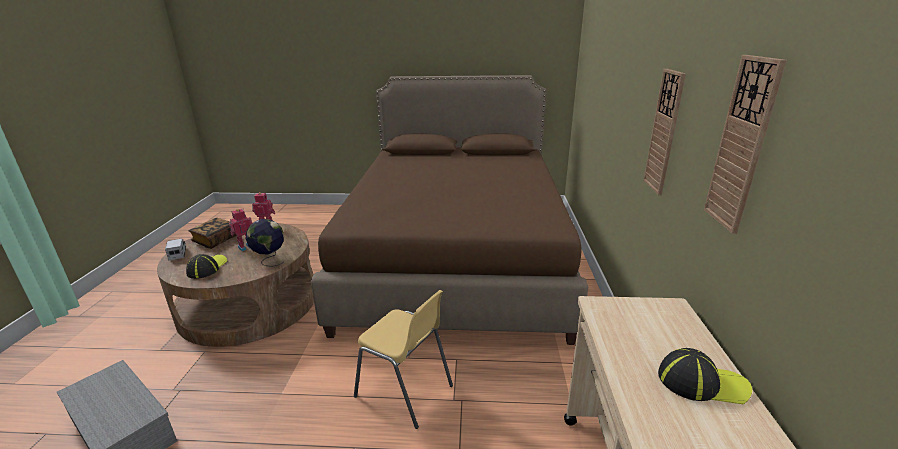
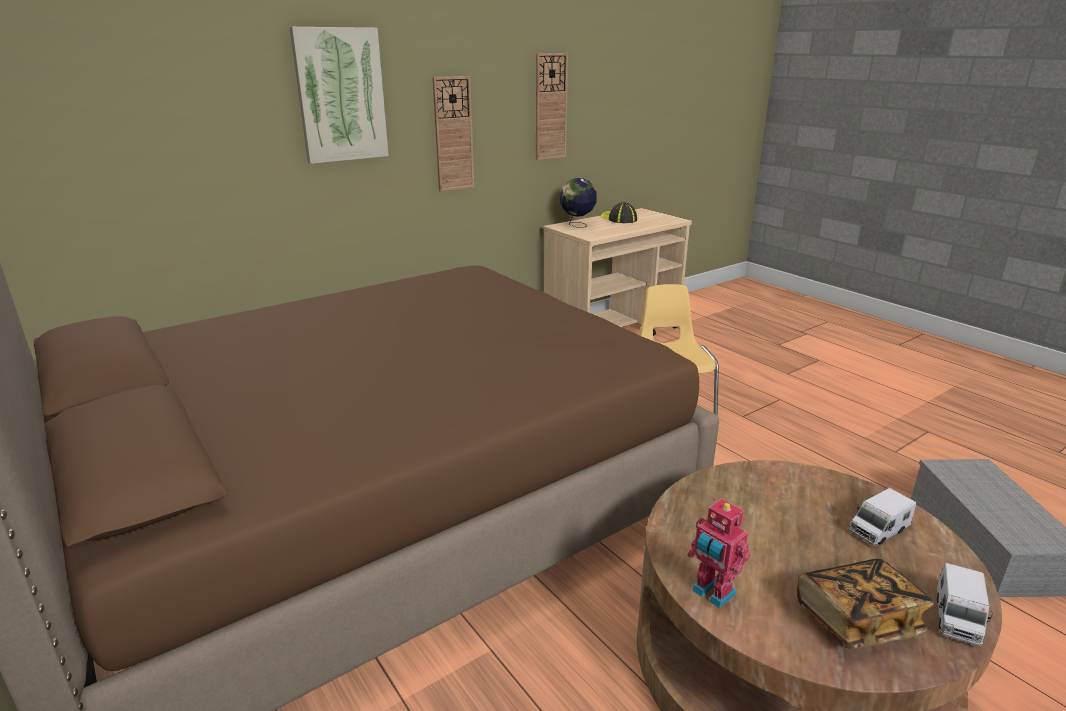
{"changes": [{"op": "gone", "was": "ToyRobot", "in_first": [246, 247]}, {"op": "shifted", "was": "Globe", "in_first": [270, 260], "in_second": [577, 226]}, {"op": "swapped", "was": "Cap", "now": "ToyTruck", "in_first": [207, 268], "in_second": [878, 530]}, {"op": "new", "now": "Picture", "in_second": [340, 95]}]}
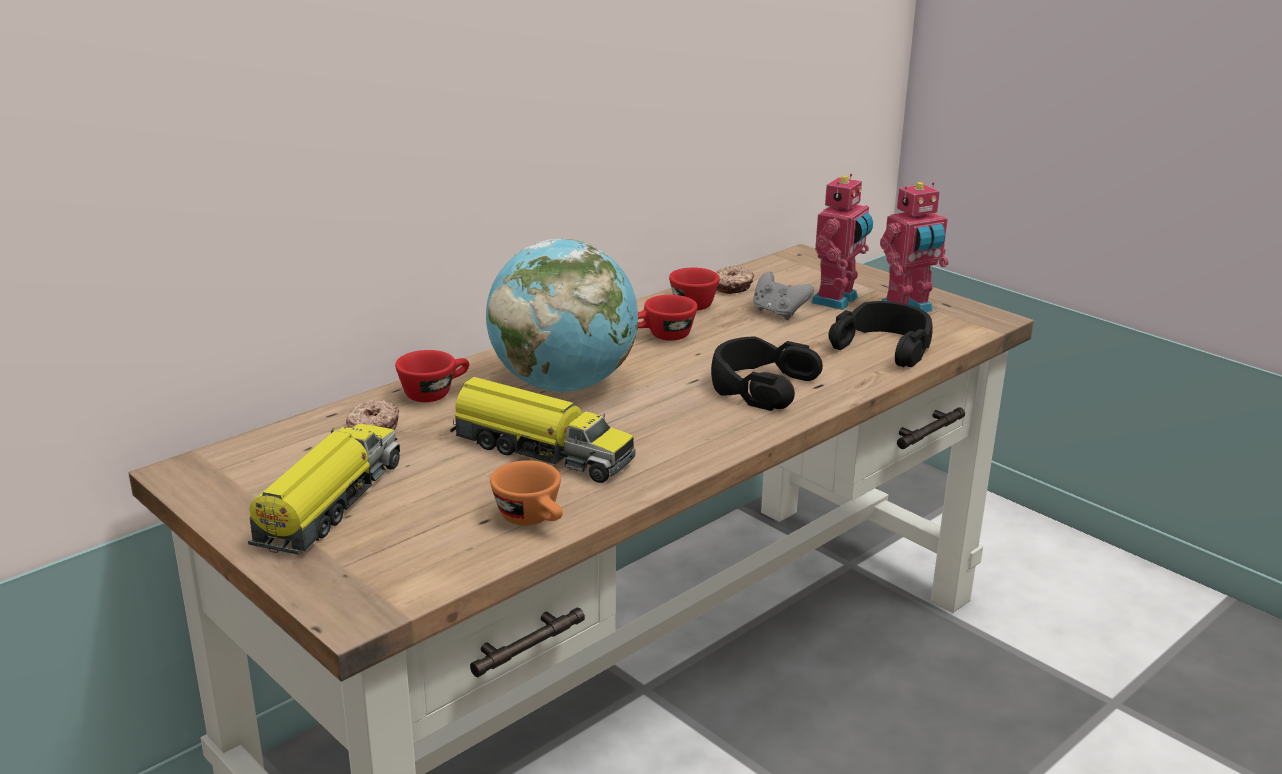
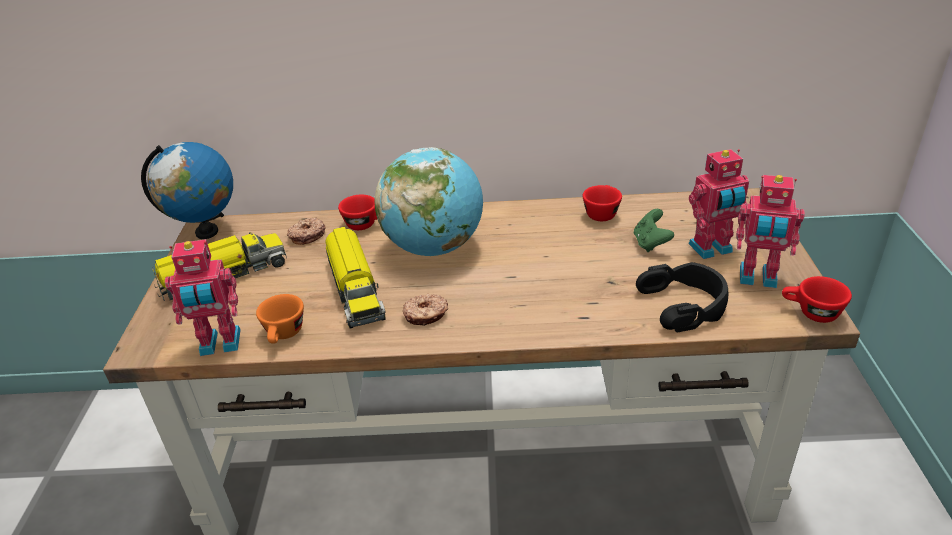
{"changes": [{"op": "shifted", "was": "Donut", "in_first": [733, 287], "in_second": [426, 315]}, {"op": "repainted", "was": "GreyGameController", "now": "GreenGameController", "in_first": [778, 313], "in_second": [650, 243]}, {"op": "shifted", "was": "RedCup", "in_first": [663, 336], "in_second": [811, 313]}, {"op": "gone", "was": "BlackHeadphones", "in_first": [760, 386]}, {"op": "new", "now": "Globe", "in_second": [206, 232]}, {"op": "new", "now": "ToyRobot", "in_second": [220, 344]}]}
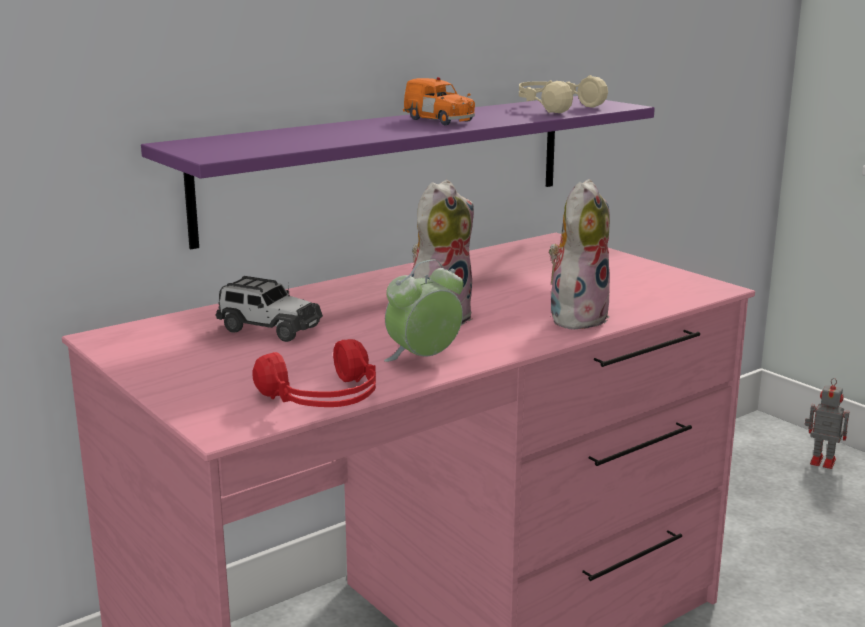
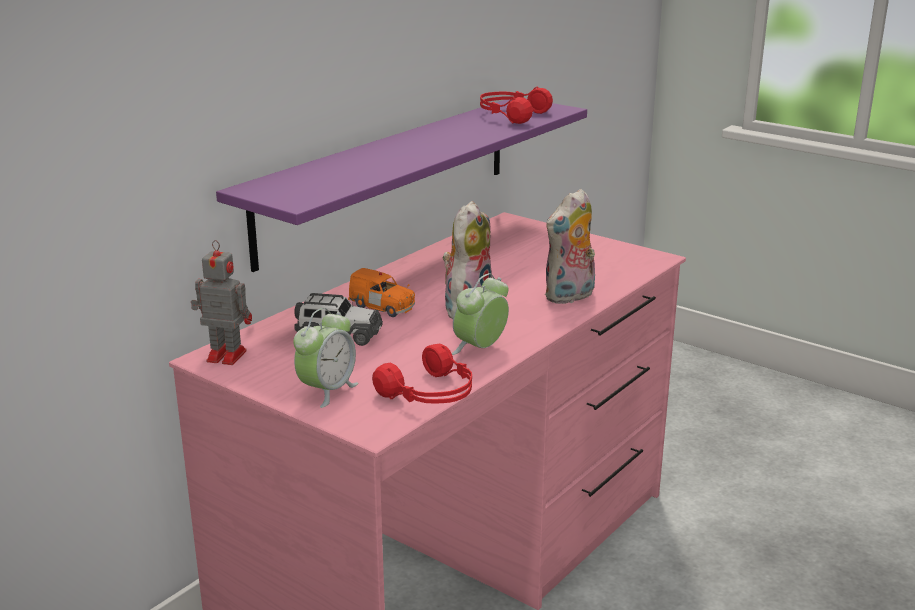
{"changes": [{"op": "repainted", "was": "BeigeHeadphones", "now": "RedHeadphones", "in_first": [555, 107], "in_second": [511, 115]}, {"op": "shifted", "was": "OrangeToyCar", "in_first": [439, 121], "in_second": [382, 307]}, {"op": "rotated", "was": "PlushToy", "in_first": [576, 317], "in_second": [570, 297], "clockwise": -150}, {"op": "shifted", "was": "ToyRobot", "in_first": [821, 461], "in_second": [224, 355]}, {"op": "new", "now": "AlarmClock", "in_second": [327, 391]}]}
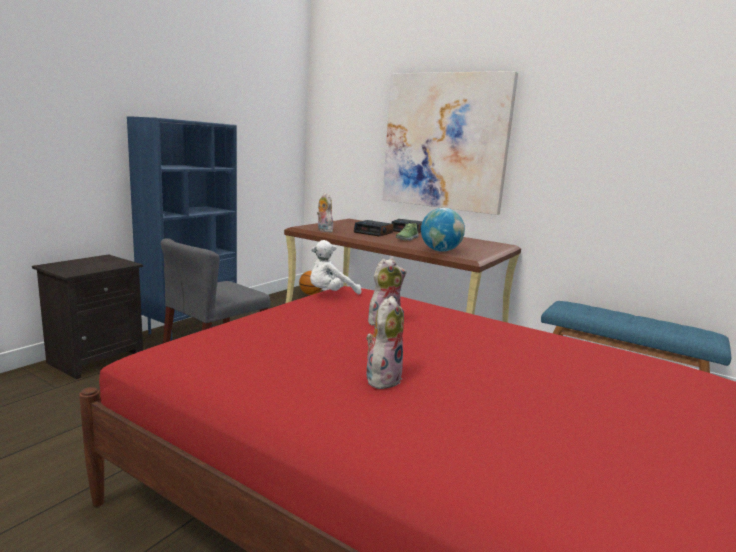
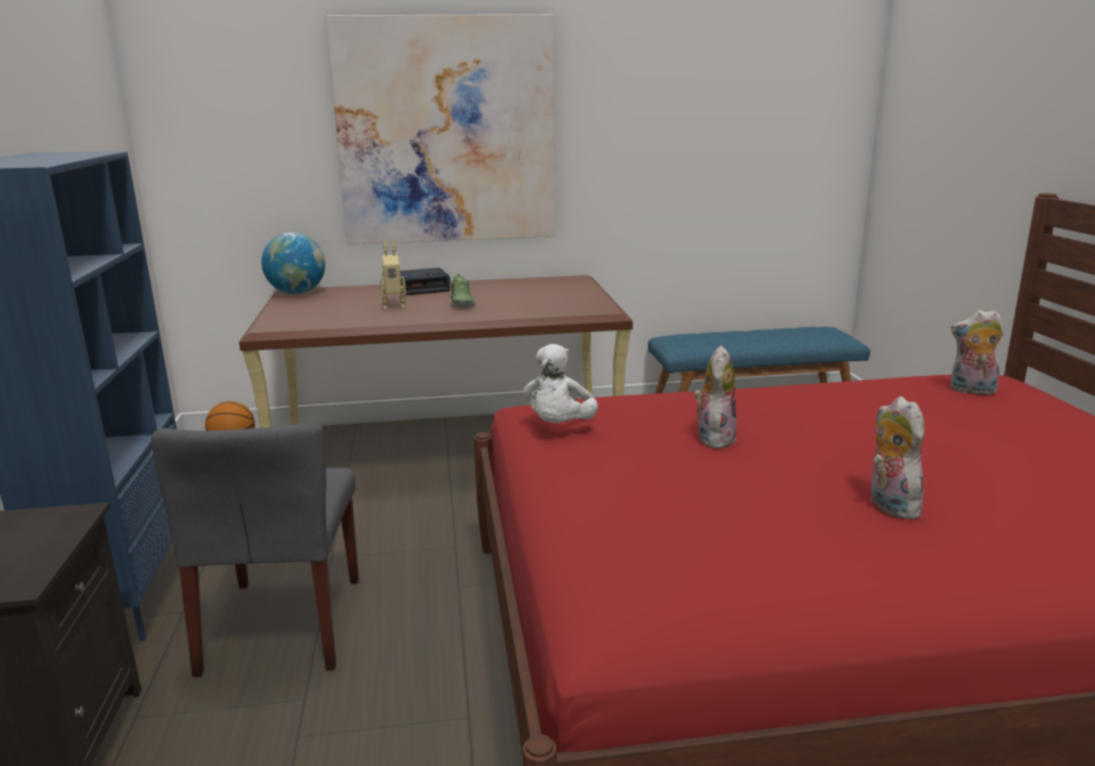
{"changes": [{"op": "shifted", "was": "PlushToy", "in_first": [323, 230], "in_second": [971, 391]}, {"op": "shifted", "was": "Globe", "in_first": [440, 251], "in_second": [297, 293]}, {"op": "swapped", "was": "AlarmClock", "now": "ToyRobot", "in_first": [374, 232], "in_second": [394, 306]}]}
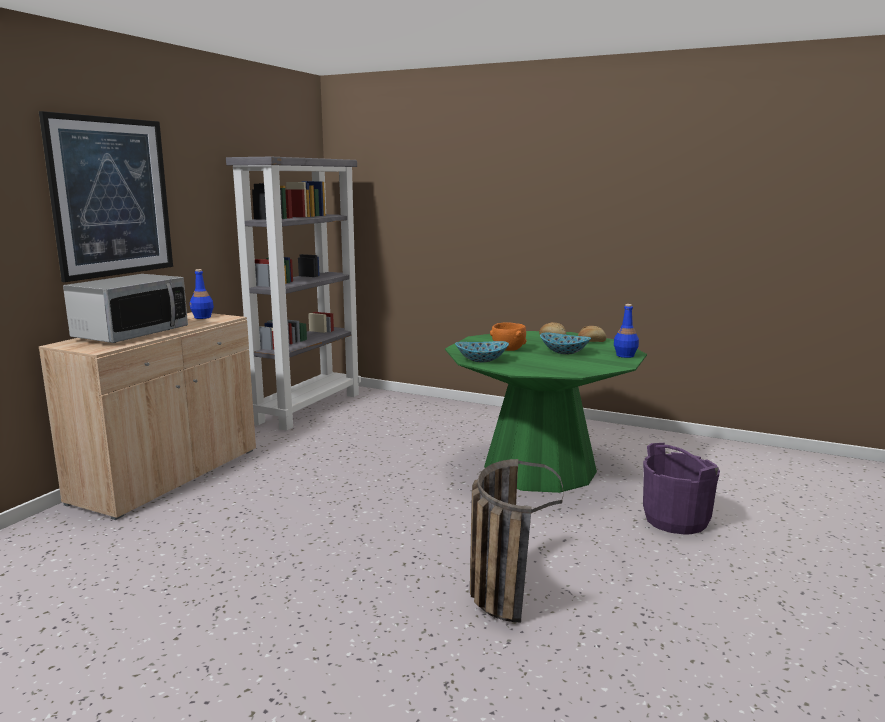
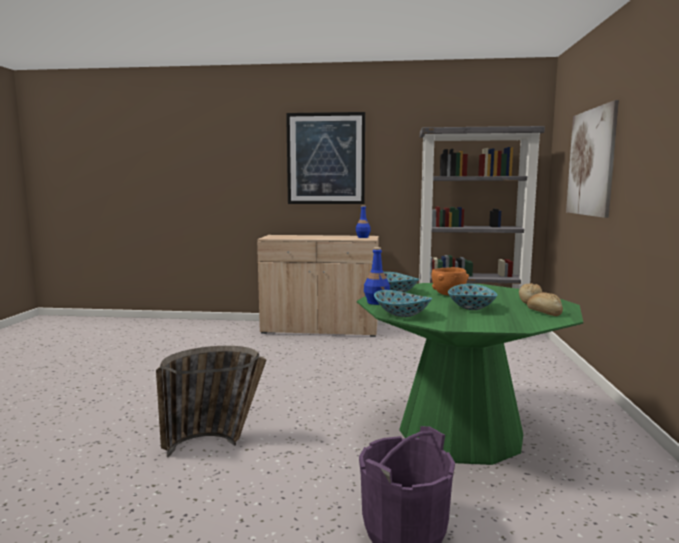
{"changes": [{"op": "gone", "was": "Microwave", "in_first": [131, 334]}, {"op": "shifted", "was": "BlueBottle", "in_first": [625, 355], "in_second": [376, 302]}, {"op": "new", "now": "Picture", "in_second": [591, 162]}, {"op": "new", "now": "Bowl", "in_second": [402, 314]}]}
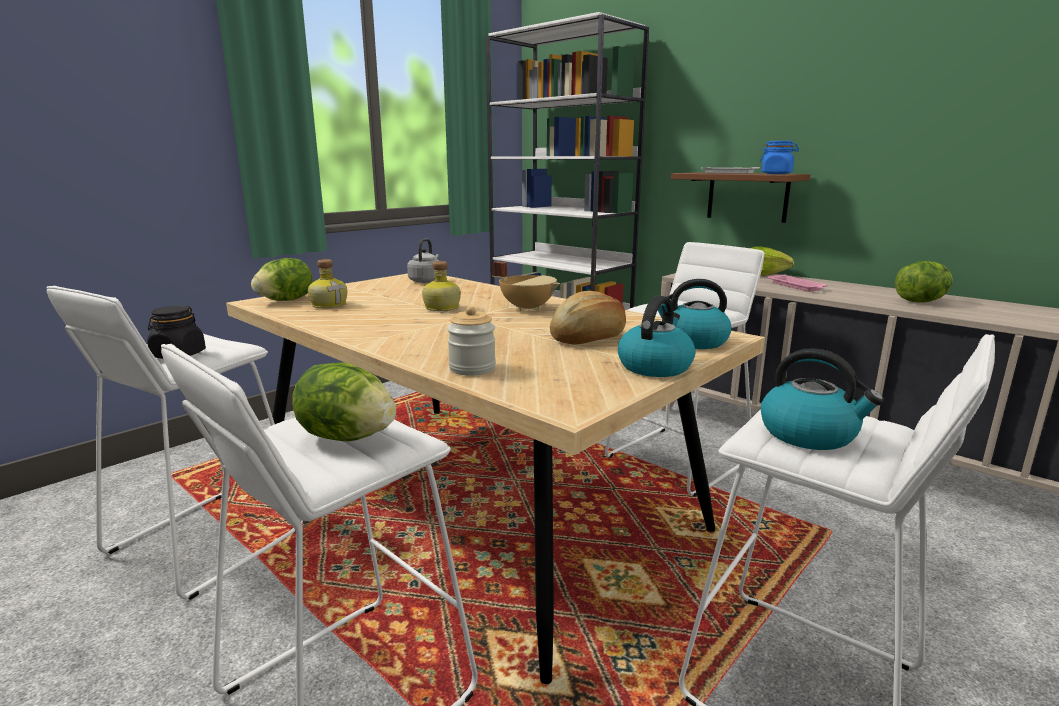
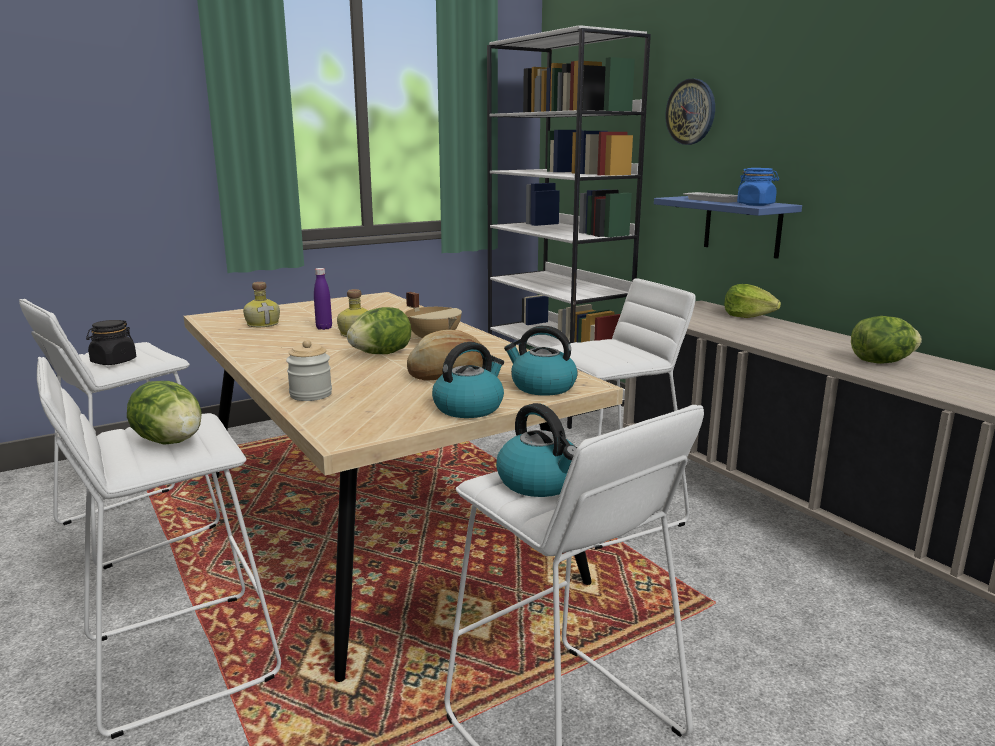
{"changes": [{"op": "repainted", "was": "BrownShelf", "now": "BlueShelf", "in_first": [747, 196], "in_second": [742, 226]}, {"op": "gone", "was": "GreyKettle", "in_first": [426, 281]}, {"op": "shifted", "was": "Lettuce", "in_first": [285, 300], "in_second": [381, 354]}, {"op": "gone", "was": "PinkTray", "in_first": [797, 286]}, {"op": "new", "now": "WallClock", "in_second": [691, 112]}, {"op": "new", "now": "PurpleBottle", "in_second": [324, 328]}]}
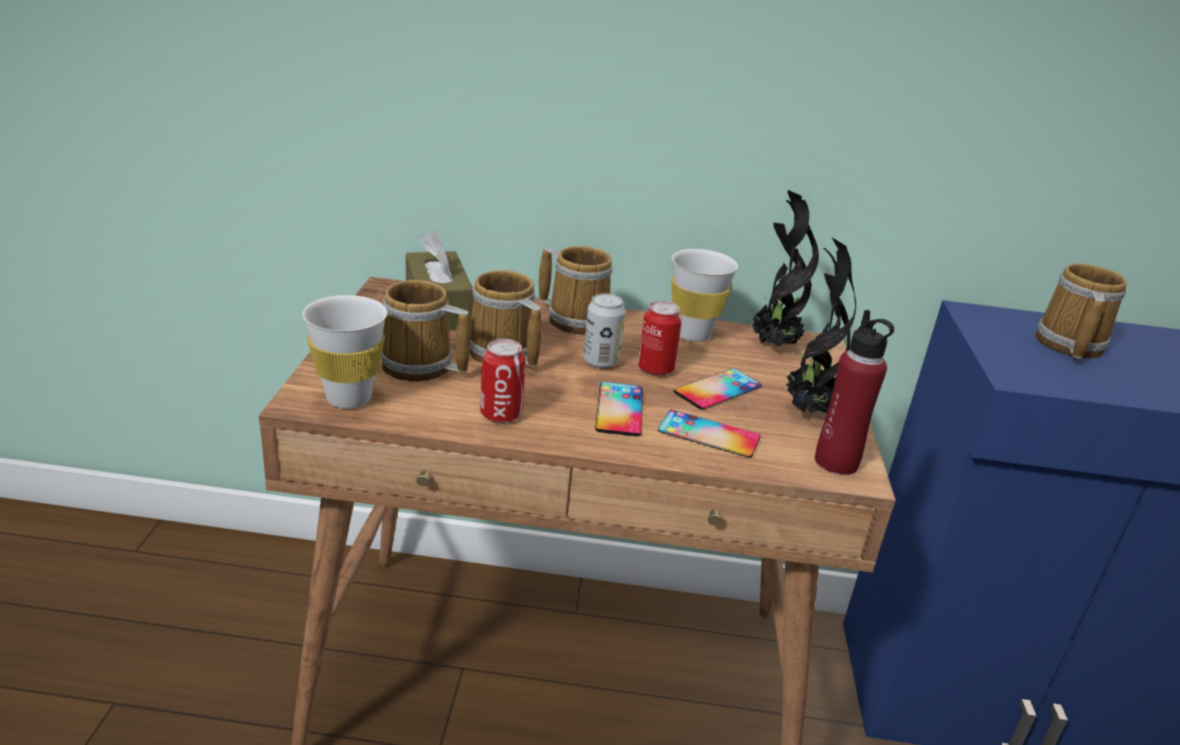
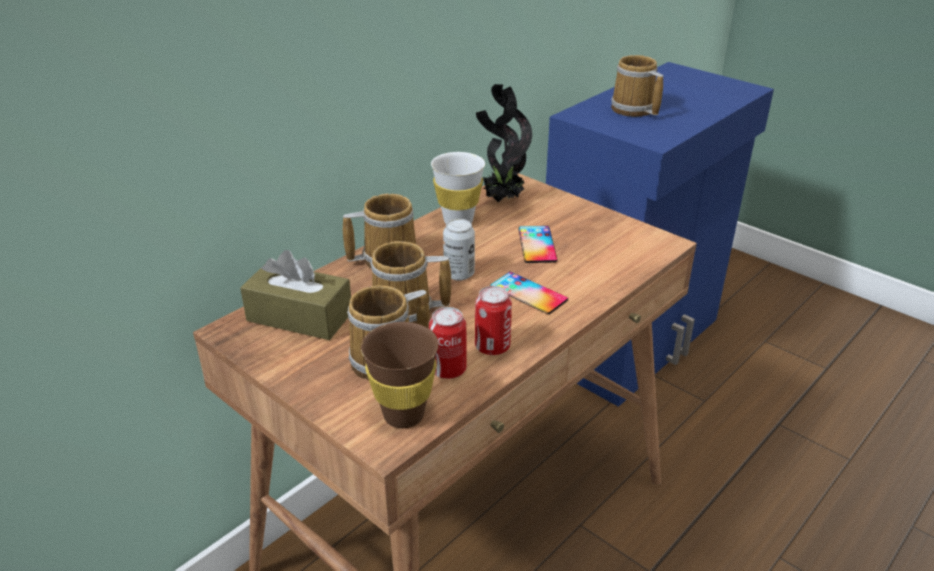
{"changes": [{"op": "gone", "was": "PottedPlant", "in_first": [807, 411]}, {"op": "repainted", "was": "WhiteCup", "now": "BrownCup", "in_first": [349, 398], "in_second": [403, 415]}, {"op": "shifted", "was": "Can", "in_first": [655, 369], "in_second": [448, 369]}, {"op": "gone", "was": "RedBottle", "in_first": [836, 462]}, {"op": "gone", "was": "Phone", "in_first": [709, 434]}]}
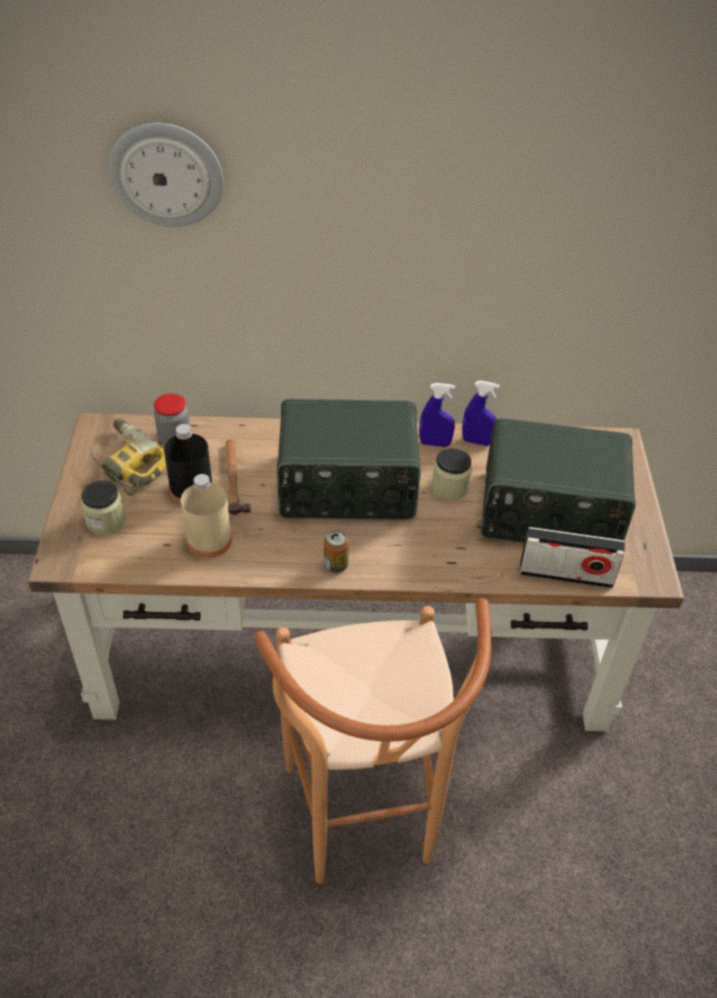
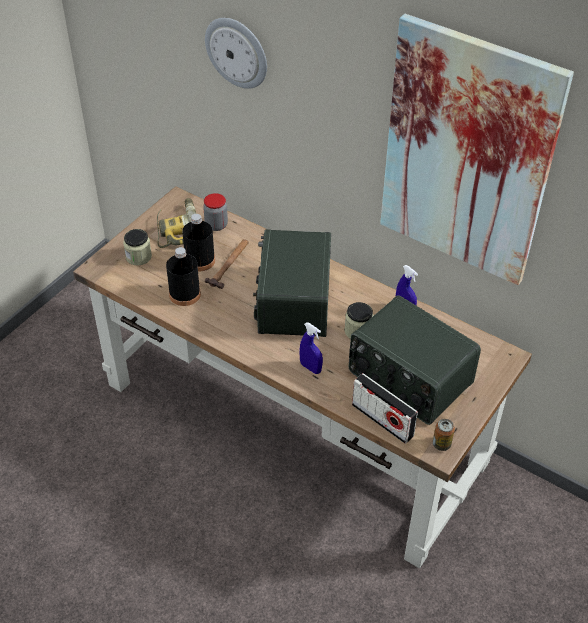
{"changes": [{"op": "shifted", "was": "BlueSprayBottle", "in_first": [435, 443], "in_second": [310, 368]}, {"op": "rotated", "was": "Radio", "in_first": [347, 488], "in_second": [292, 301], "clockwise": 60}, {"op": "repainted", "was": "BeigeBottle", "now": "BlackBottle", "in_first": [209, 540], "in_second": [185, 294]}, {"op": "shifted", "was": "Can", "in_first": [335, 565], "in_second": [441, 444]}, {"op": "gone", "was": "BrownStool", "in_first": [364, 828]}, {"op": "new", "now": "Picture", "in_second": [467, 155]}]}
